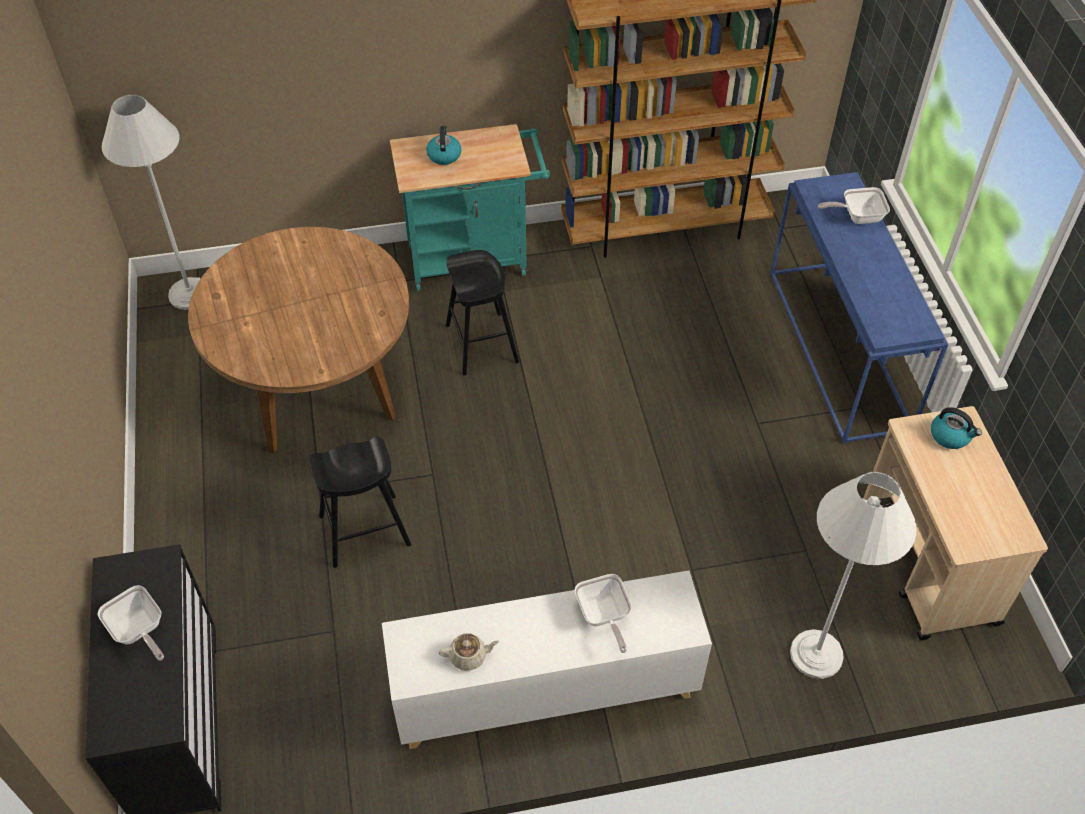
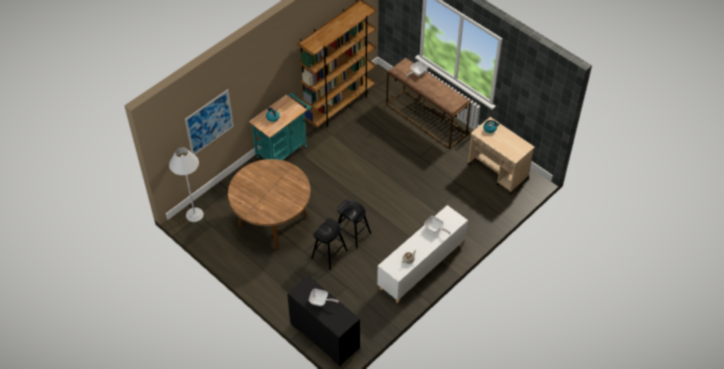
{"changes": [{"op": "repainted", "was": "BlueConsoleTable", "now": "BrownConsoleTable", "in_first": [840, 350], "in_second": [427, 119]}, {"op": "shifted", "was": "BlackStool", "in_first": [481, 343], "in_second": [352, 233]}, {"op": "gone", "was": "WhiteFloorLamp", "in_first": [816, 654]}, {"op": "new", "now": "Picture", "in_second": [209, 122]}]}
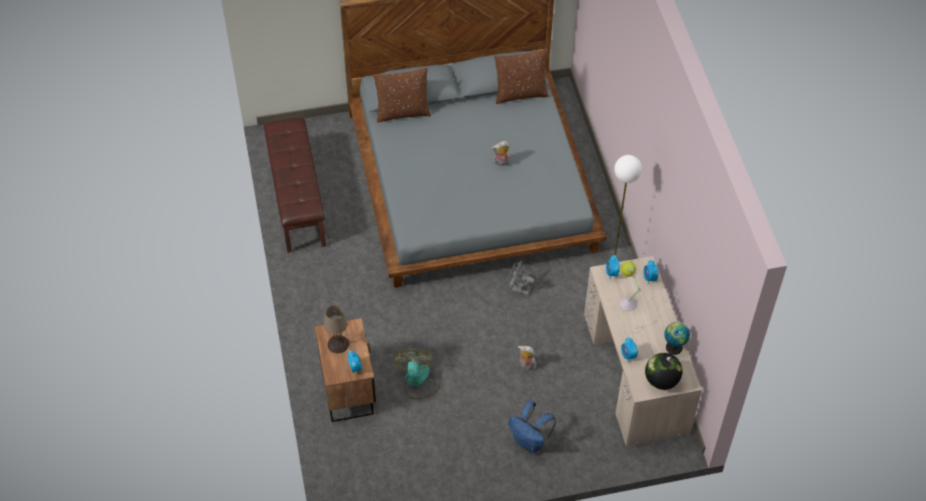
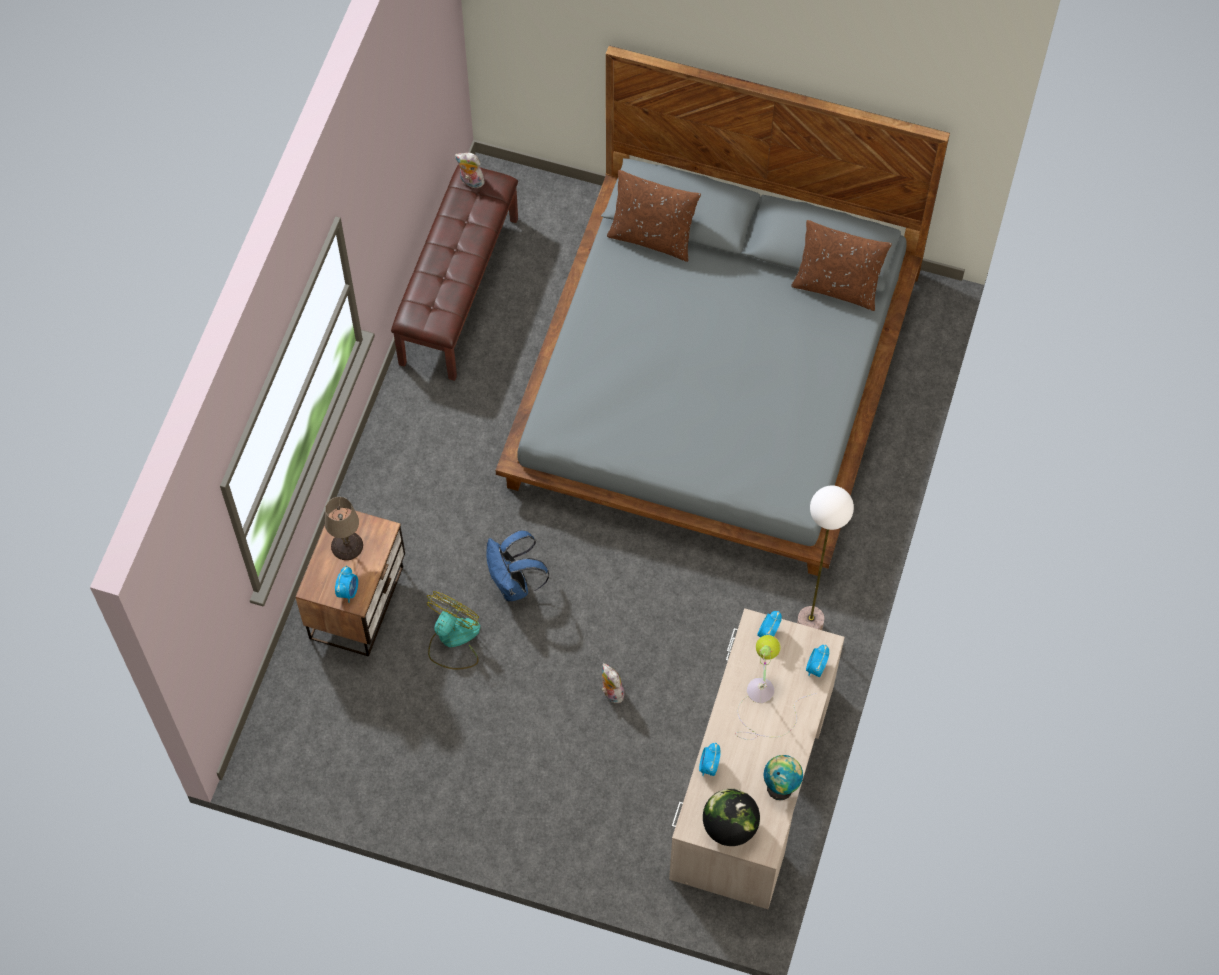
{"changes": [{"op": "shifted", "was": "PlushToy", "in_first": [501, 163], "in_second": [470, 182]}, {"op": "gone", "was": "GreyFan", "in_first": [518, 289]}, {"op": "shifted", "was": "BlueBackpack", "in_first": [530, 442], "in_second": [514, 584]}]}
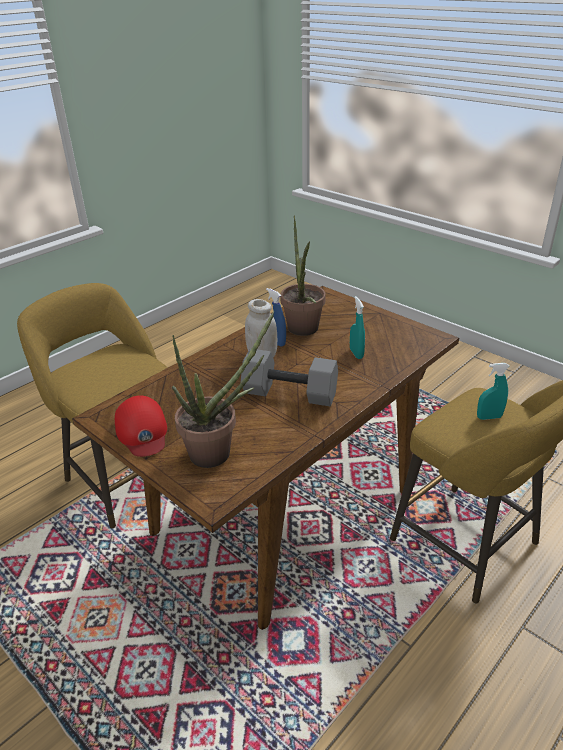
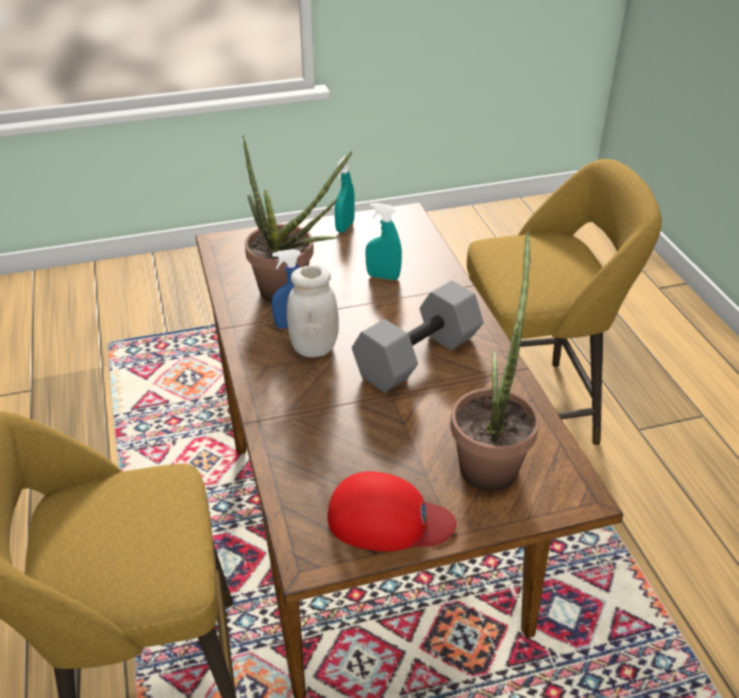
{"changes": [{"op": "shifted", "was": "TurquoiseSprayBottle", "in_first": [489, 417], "in_second": [345, 227]}]}
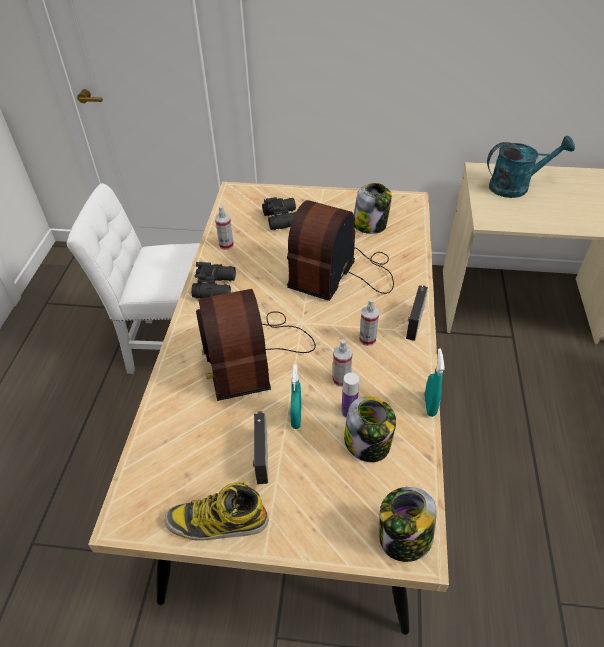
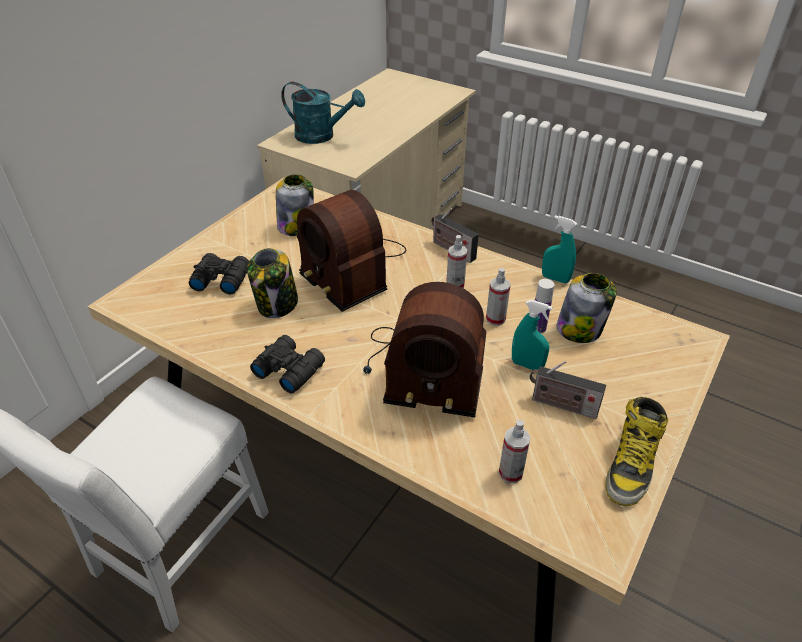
{"changes": [{"op": "rotated", "was": "TurquoiseWateringCan", "in_first": [516, 186], "in_second": [322, 136], "clockwise": 90}, {"op": "shifted", "was": "SprayBottle", "in_first": [226, 245], "in_second": [510, 473]}, {"op": "shifted", "was": "Jar", "in_first": [404, 539], "in_second": [277, 304]}]}
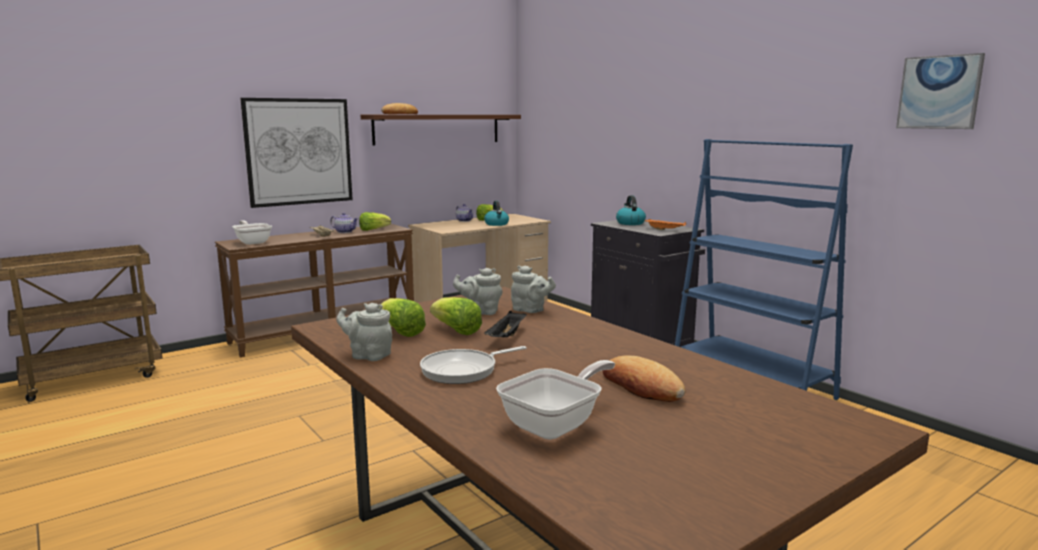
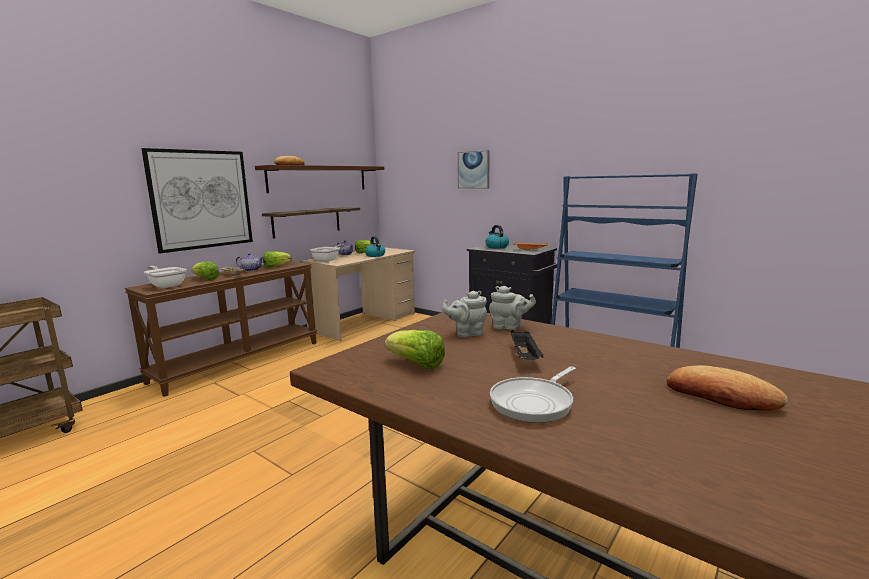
{"changes": [{"op": "shifted", "was": "Picture", "in_first": [939, 92], "in_second": [473, 170]}, {"op": "shifted", "was": "Lettuce", "in_first": [456, 331], "in_second": [205, 279]}, {"op": "gone", "was": "GreyTeapot", "in_first": [368, 355]}, {"op": "shifted", "was": "FryingPan", "in_first": [556, 424], "in_second": [328, 260]}, {"op": "new", "now": "Shelf", "in_second": [307, 222]}]}
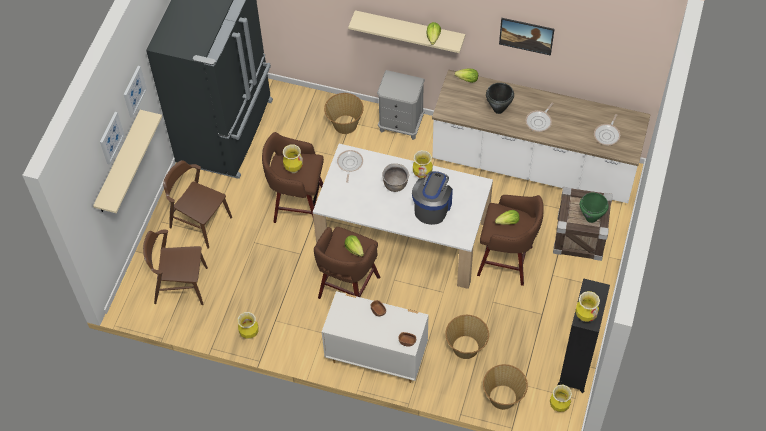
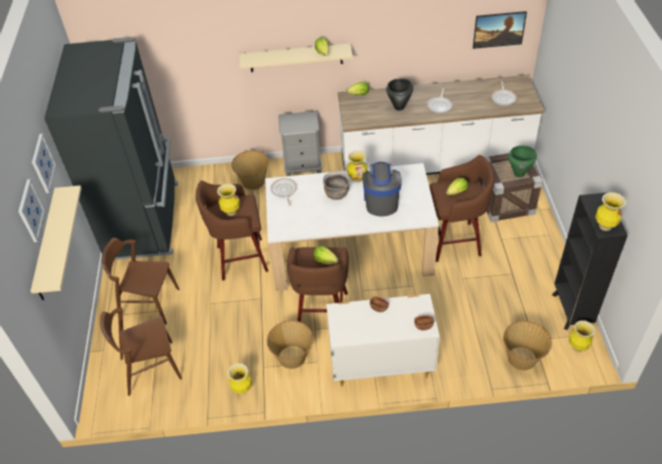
{"changes": [{"op": "shifted", "was": "Picture", "in_first": [525, 42], "in_second": [498, 37]}, {"op": "shifted", "was": "Basket", "in_first": [466, 347], "in_second": [292, 357]}]}
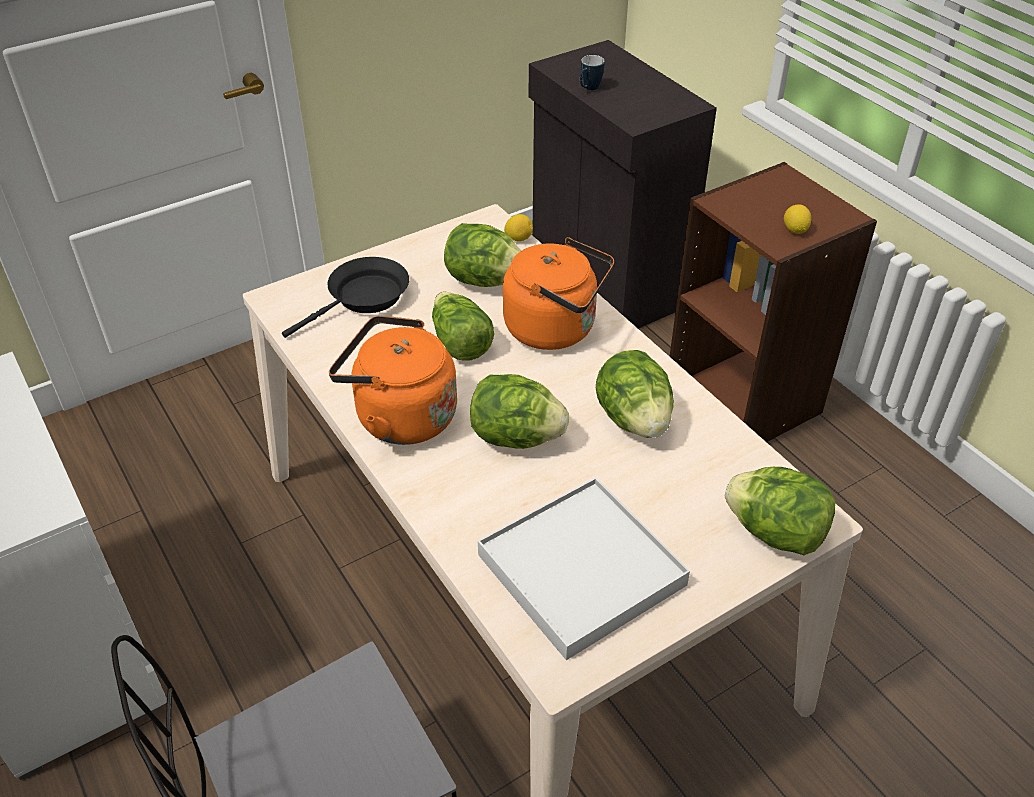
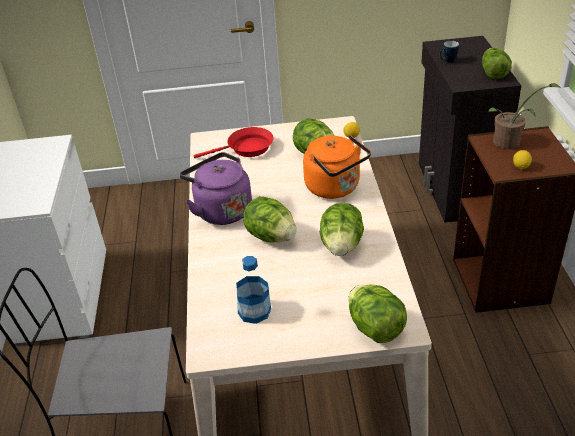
{"changes": [{"op": "repainted", "was": "BlackFryingPan", "now": "RedFryingPan", "in_first": [363, 298], "in_second": [246, 148]}, {"op": "shifted", "was": "Lettuce", "in_first": [459, 342], "in_second": [493, 72]}, {"op": "repainted", "was": "OrangeKettle", "now": "PurpleKettle", "in_first": [400, 416], "in_second": [221, 210]}, {"op": "swapped", "was": "WhiteTray", "now": "Bottle", "in_first": [582, 570], "in_second": [254, 311]}, {"op": "new", "now": "PottedPlant", "in_second": [511, 142]}]}
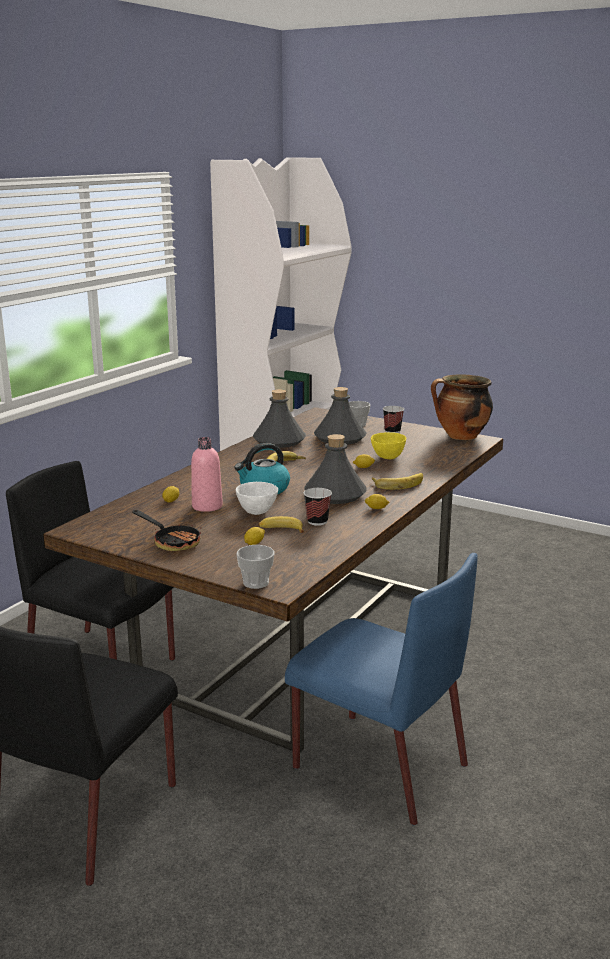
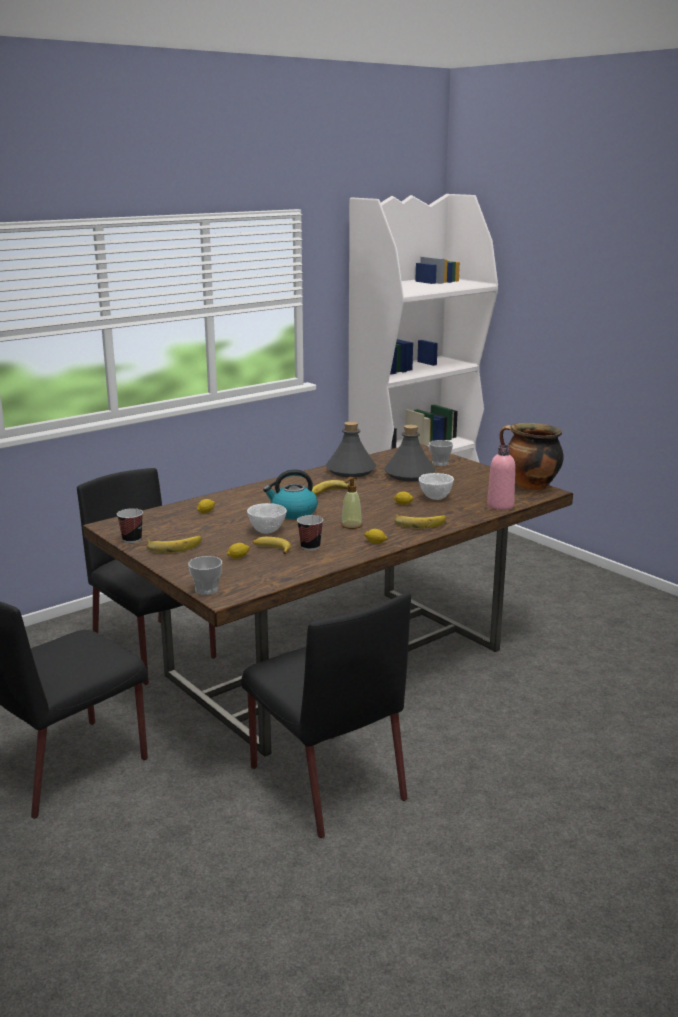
{"changes": [{"op": "shifted", "was": "Cup", "in_first": [392, 431], "in_second": [132, 539]}, {"op": "repainted", "was": "YellowBowl", "now": "WhiteBowl", "in_first": [388, 458], "in_second": [436, 498]}, {"op": "swapped", "was": "GreyBottle", "now": "SoapDispenser", "in_first": [335, 494], "in_second": [351, 525]}, {"op": "shifted", "was": "PinkBottle", "in_first": [207, 506], "in_second": [500, 506]}, {"op": "swapped", "was": "FryingPan", "now": "Banana", "in_first": [172, 541], "in_second": [173, 546]}, {"op": "repainted", "was": "BlueChair", "now": "BlackChair", "in_first": [377, 765], "in_second": [325, 781]}]}
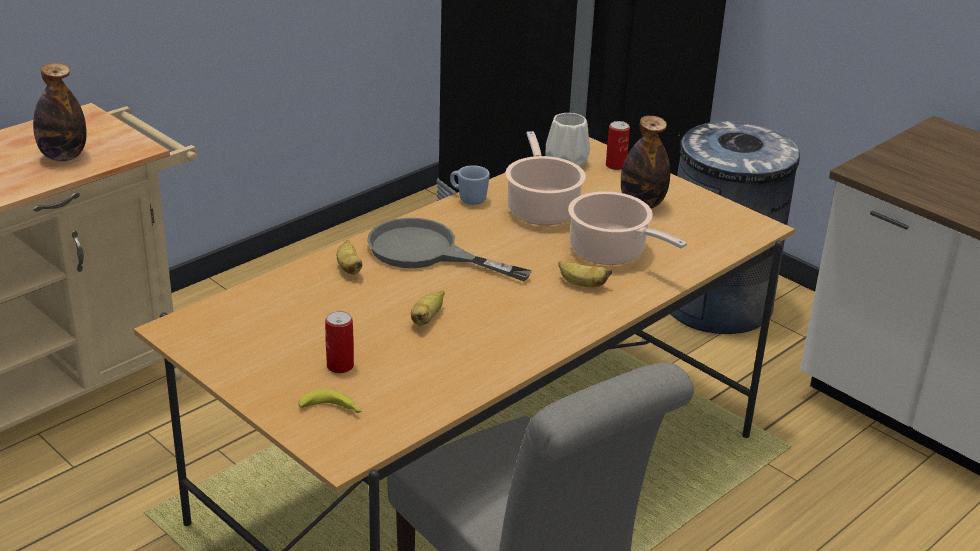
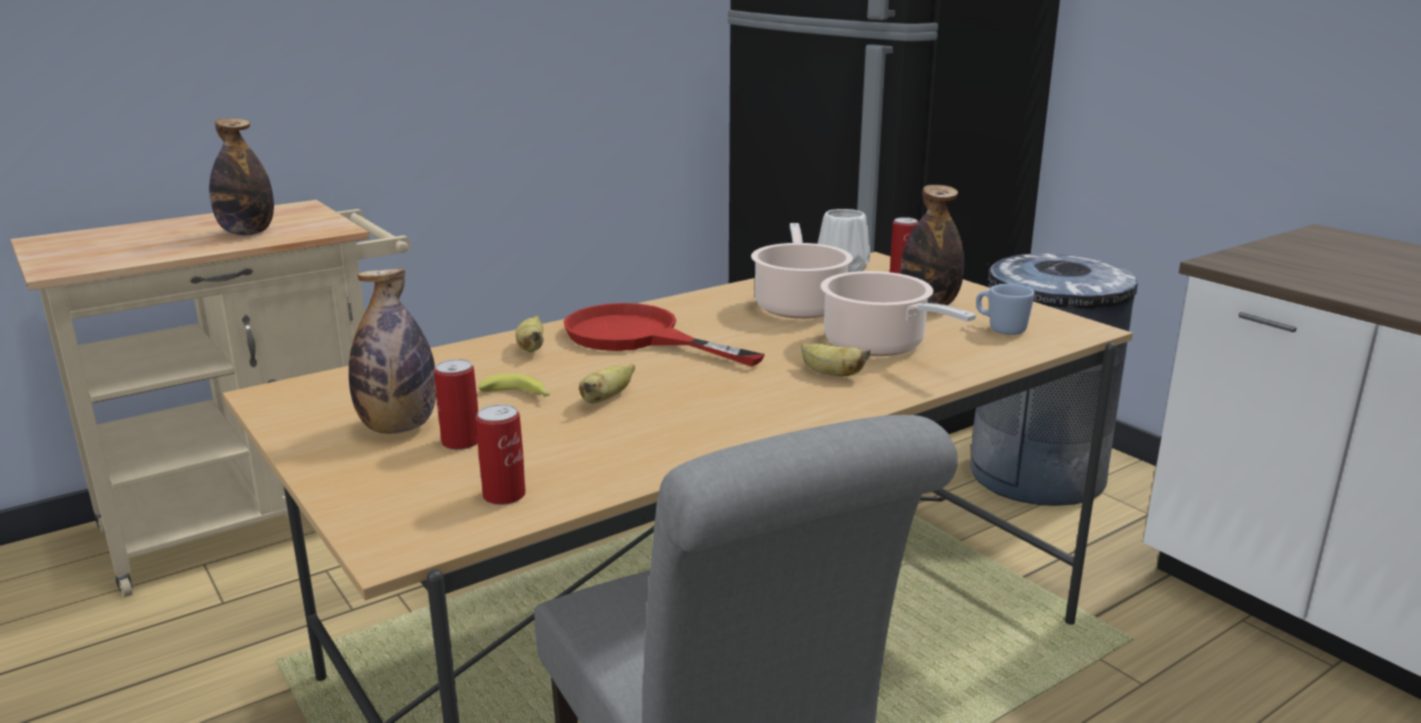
{"changes": [{"op": "shifted", "was": "BlueMug", "in_first": [468, 198], "in_second": [1000, 329]}, {"op": "repainted", "was": "GreyFryingPan", "now": "RedFryingPan", "in_first": [427, 252], "in_second": [638, 337]}, {"op": "shifted", "was": "Banana", "in_first": [332, 410], "in_second": [518, 396]}, {"op": "new", "now": "Bottle", "in_second": [398, 427]}, {"op": "new", "now": "Can", "in_second": [504, 495]}]}
